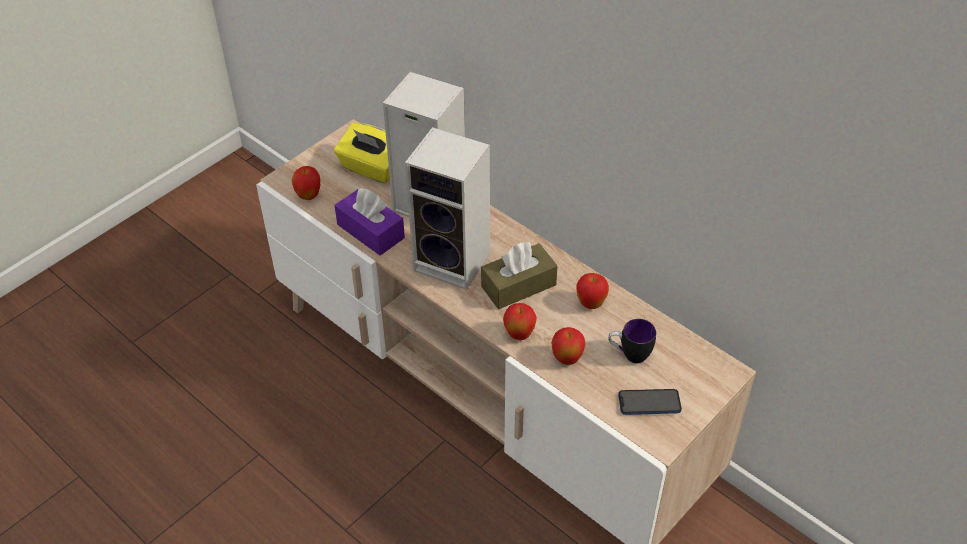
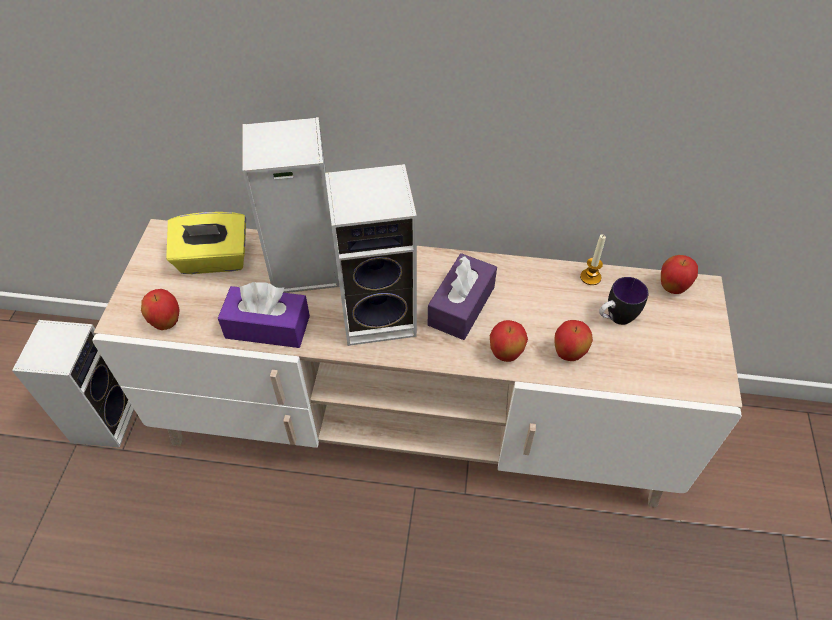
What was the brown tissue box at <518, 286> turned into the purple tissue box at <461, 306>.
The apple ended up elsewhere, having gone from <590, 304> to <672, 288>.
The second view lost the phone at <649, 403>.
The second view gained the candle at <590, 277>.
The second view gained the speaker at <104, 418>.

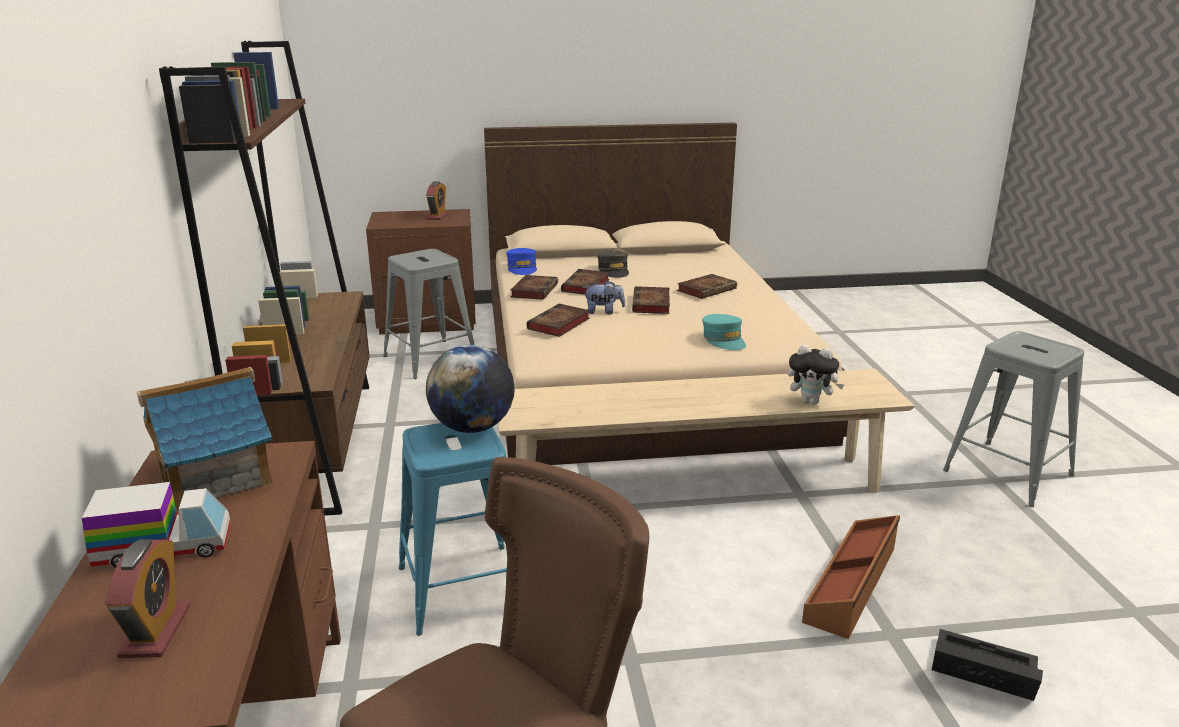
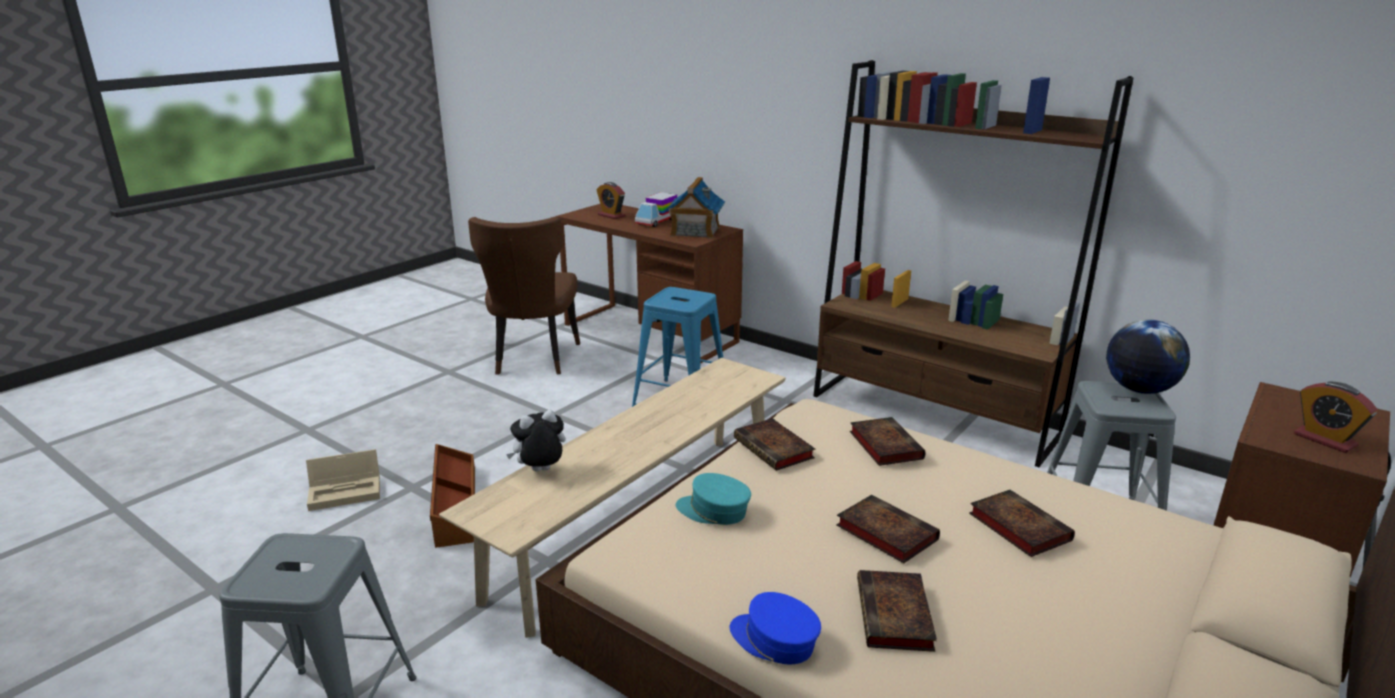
The blue cap ended up elsewhere, having gone from <522, 268> to <774, 641>.
The second view lost the grey cap at <613, 271>.
The book ended up elsewhere, having gone from <534, 290> to <775, 449>.
The second view lost the plush toy at <604, 312>.
The globe ended up elsewhere, having gone from <473, 428> to <1139, 390>.
What was the black storage box at <979, 673> turned into the beige storage box at <347, 490>.

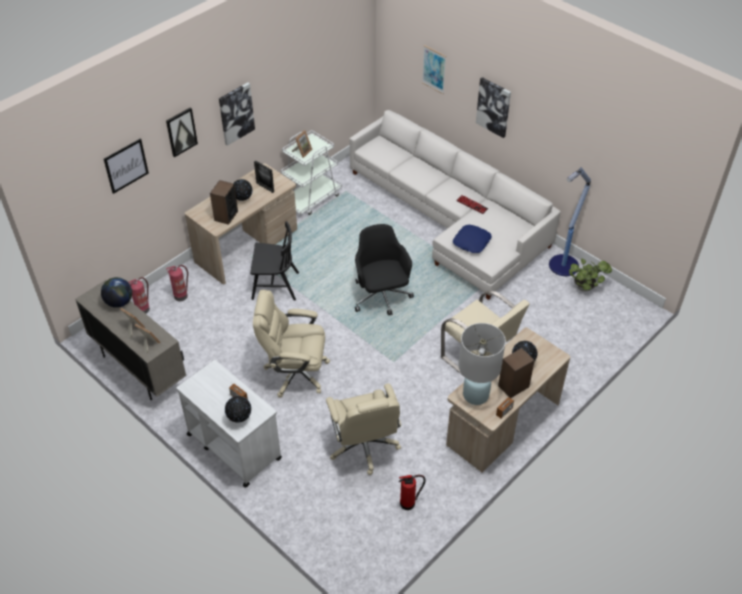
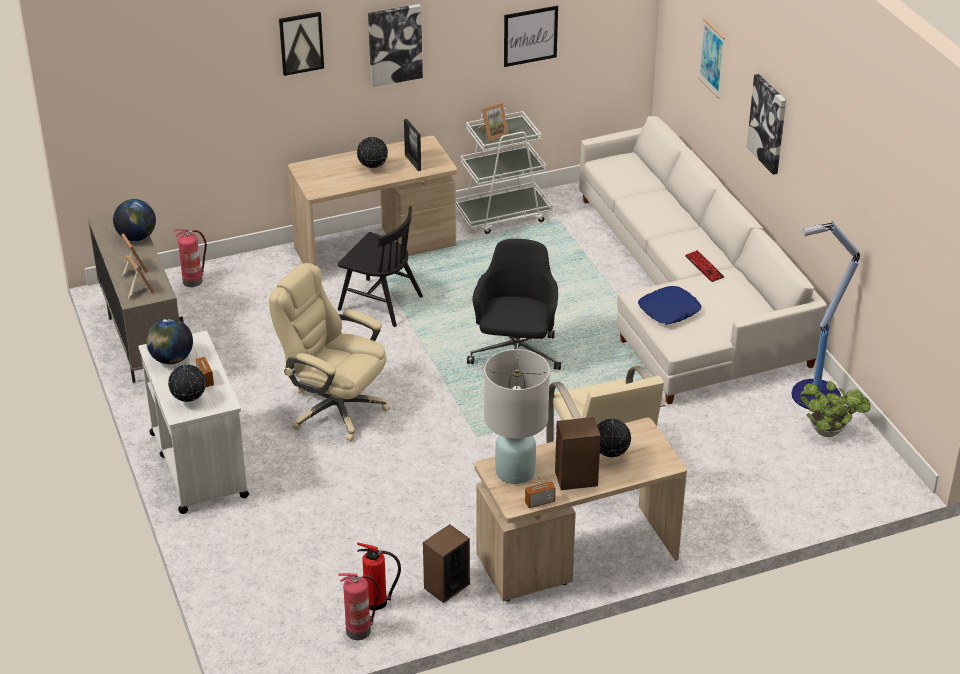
The picture ended up elsewhere, having gone from <126, 166> to <530, 36>.
The speaker ended up elsewhere, having gone from <226, 216> to <446, 586>.
The fire extinguisher ended up elsewhere, having gone from <181, 295> to <359, 630>.
The second view lost the beige office chair at <364, 446>.
The second view gained the globe at <171, 359>.

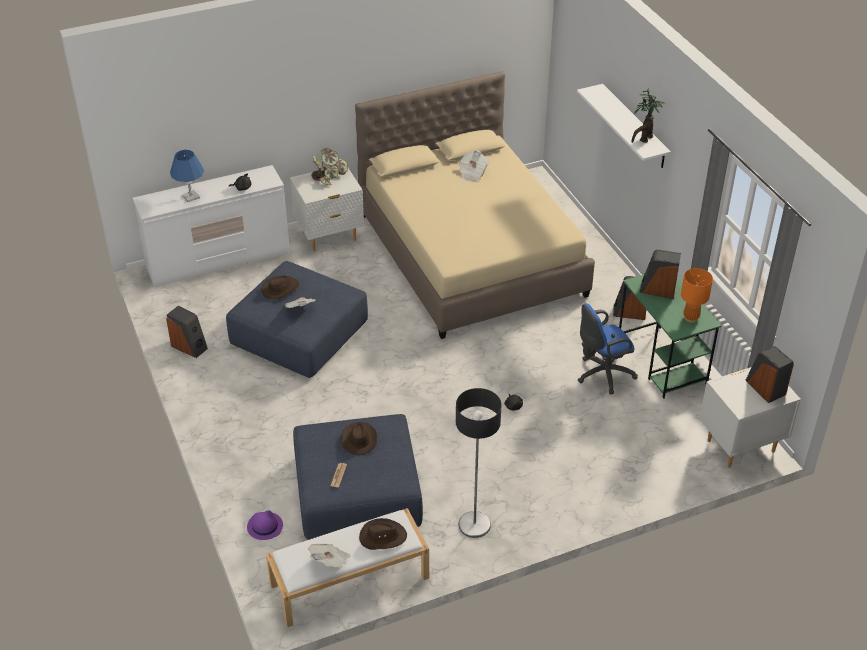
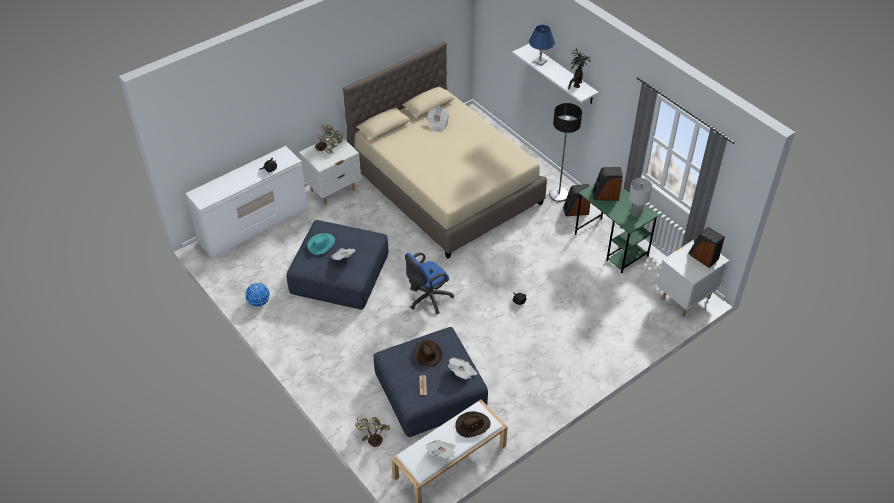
The blue table lamp ended up elsewhere, having gone from <190, 197> to <540, 61>.
What was the orange table lamp at <691, 318> turned into the grey table lamp at <636, 213>.
What was the brown hat at <280, 289> turned into the turquoise hat at <321, 244>.
The blue office chair ended up elsewhere, having gone from <602, 375> to <427, 299>.
Where the speaker stood at <189, 346>, the globe came to stand at <259, 302>.
The floor lamp ended up elsewhere, having gone from <474, 525> to <558, 195>.
Where the purple hat stood at <264, 526>, the potted plant came to stand at <372, 433>.
The second view gained the newspaper at <462, 373>.

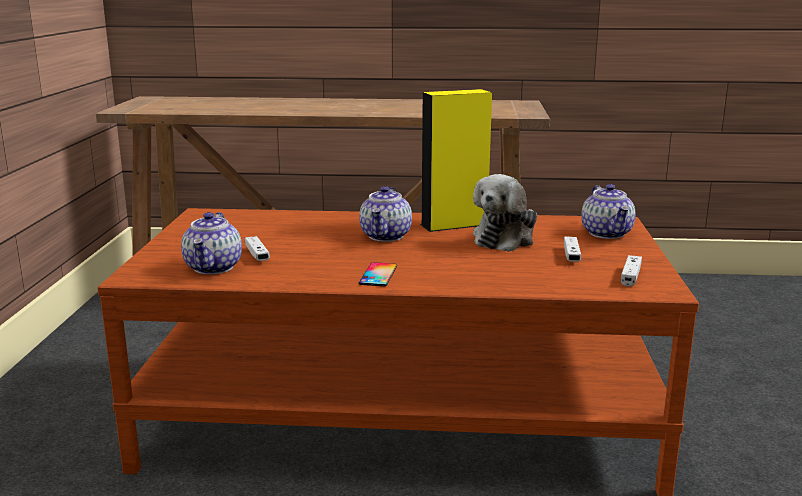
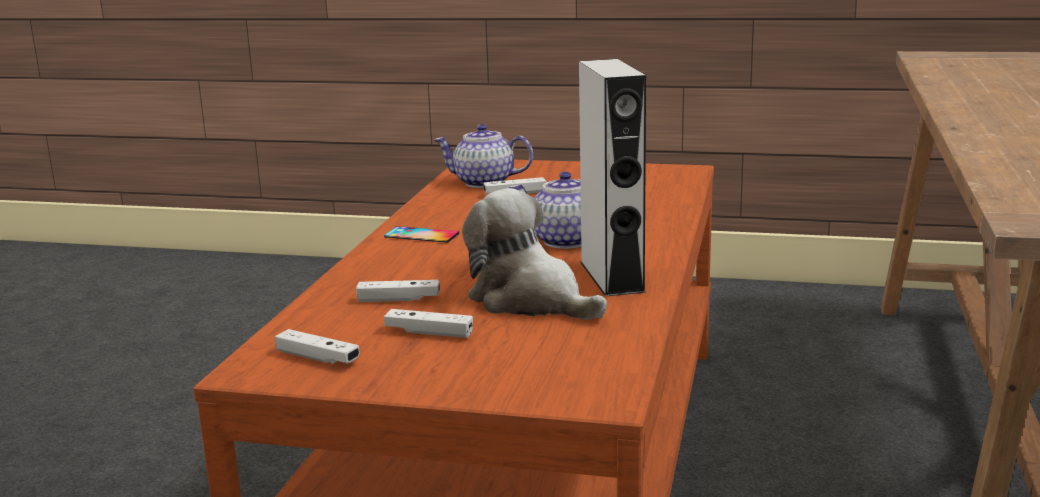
What was the yellow speaker at <454, 224> turned into the grey speaker at <611, 276>.
The second view lost the teapot at <607, 233>.
The second view gained the white game controller at <398, 299>.

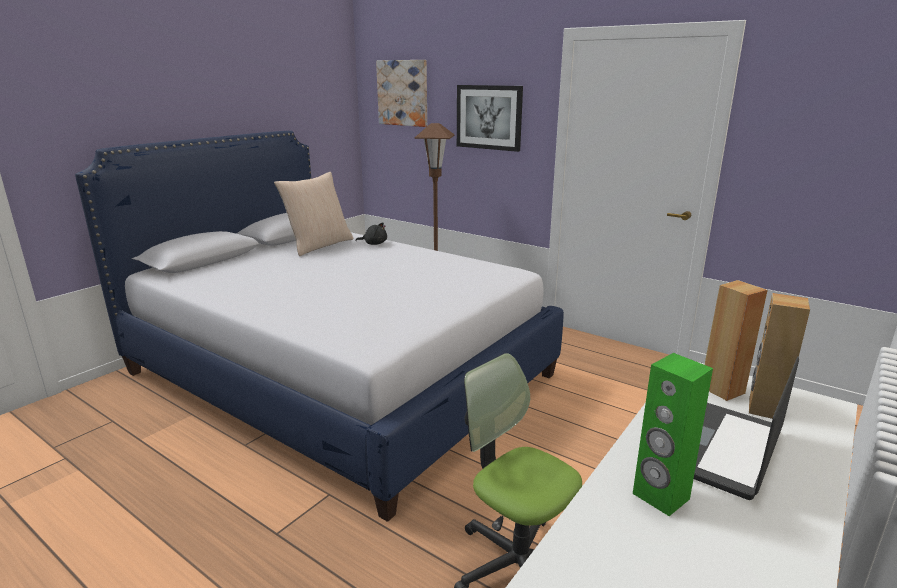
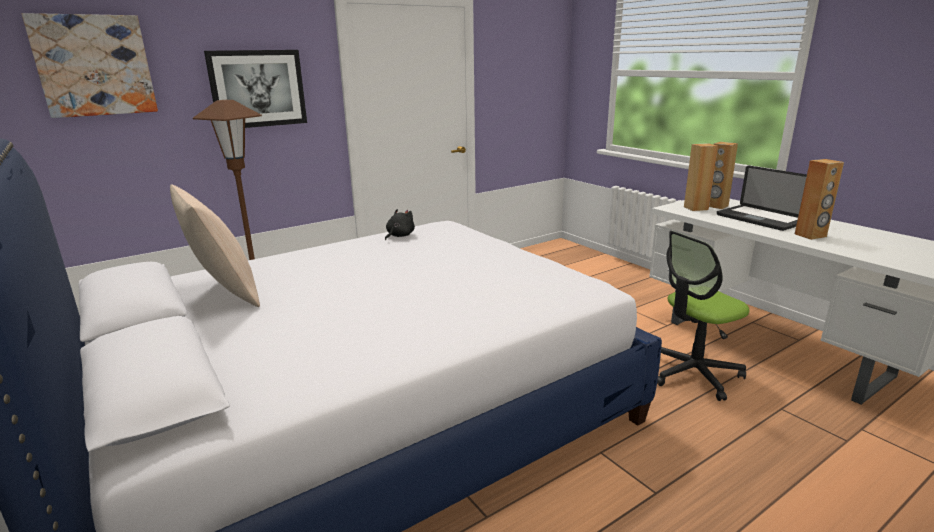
The black plush toy ended up elsewhere, having gone from <374, 244> to <399, 236>.
What was the green speaker at <660, 496> turned into the brown speaker at <810, 235>.

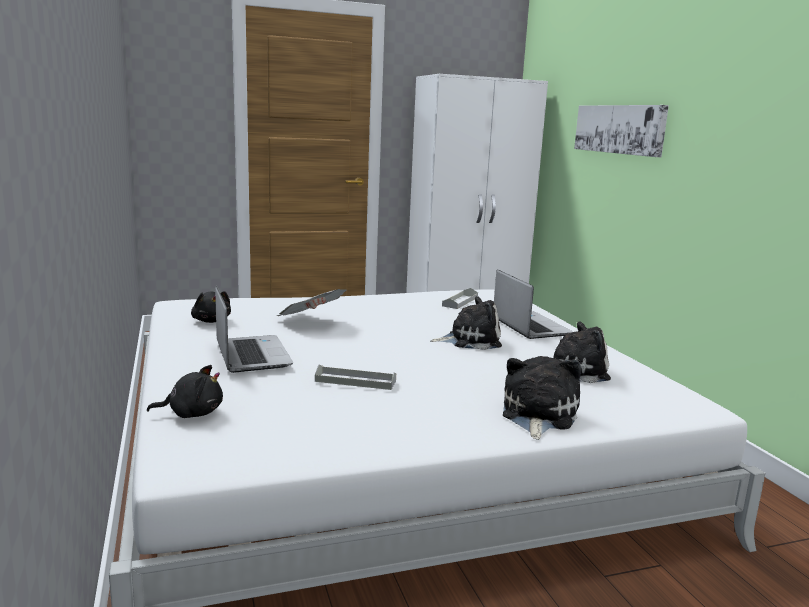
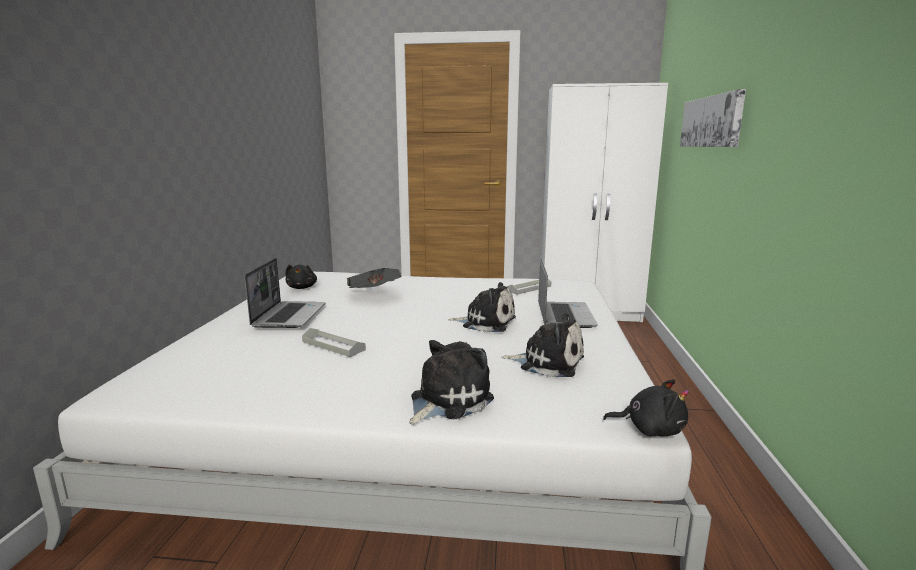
The black plush toy ended up elsewhere, having gone from <192, 413> to <650, 429>.

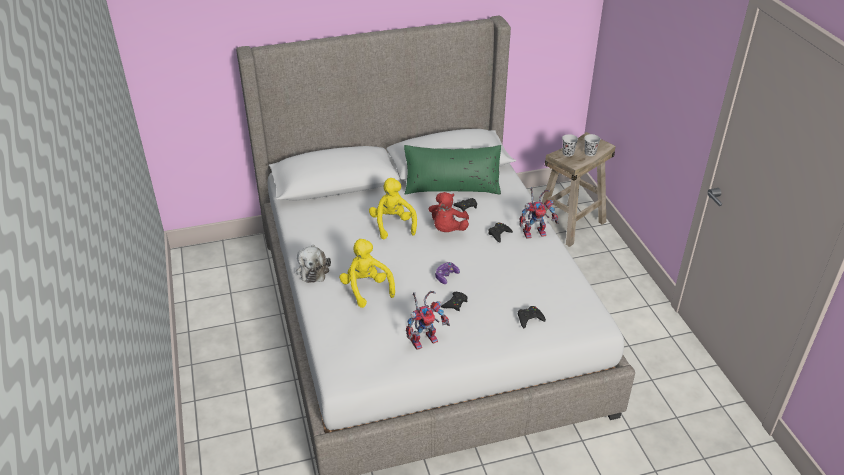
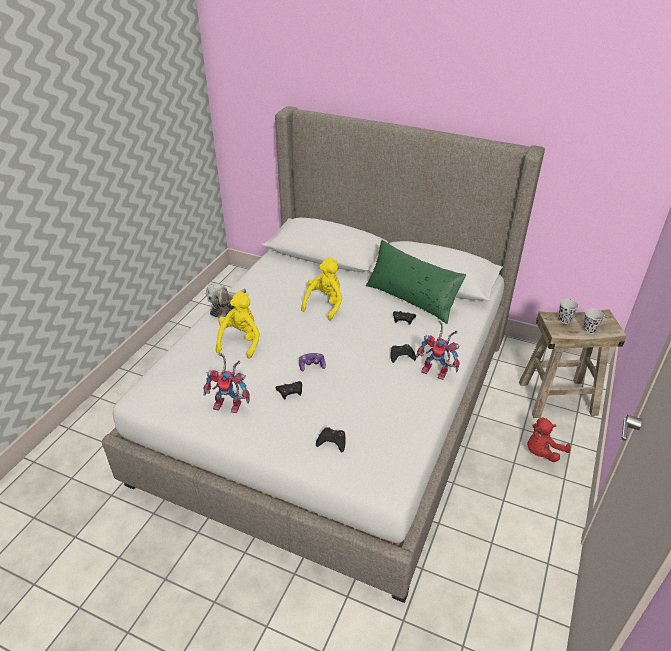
The red plush toy ended up elsewhere, having gone from <447, 229> to <542, 452>.

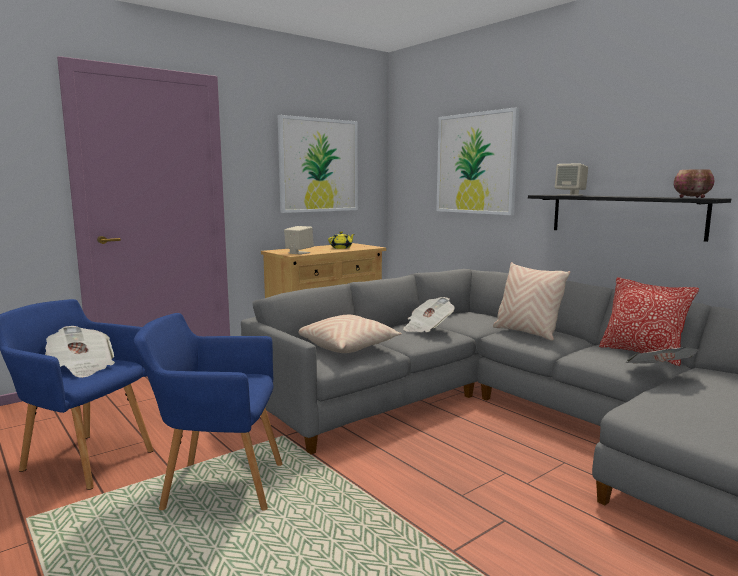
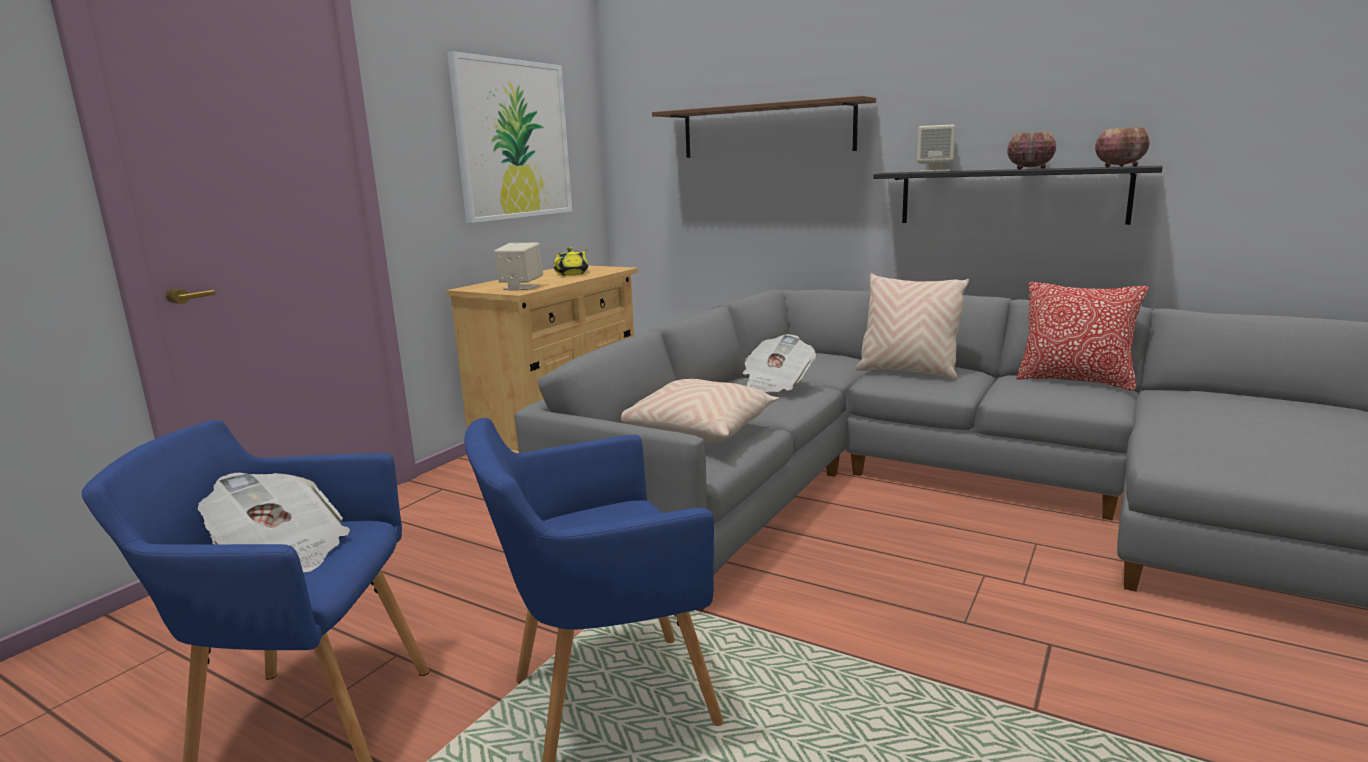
Where the picture hung at <476, 163>, the brown shelf came to hang at <766, 130>.
The second view lost the newspaper at <658, 373>.
The second view gained the bowl at <1028, 169>.

